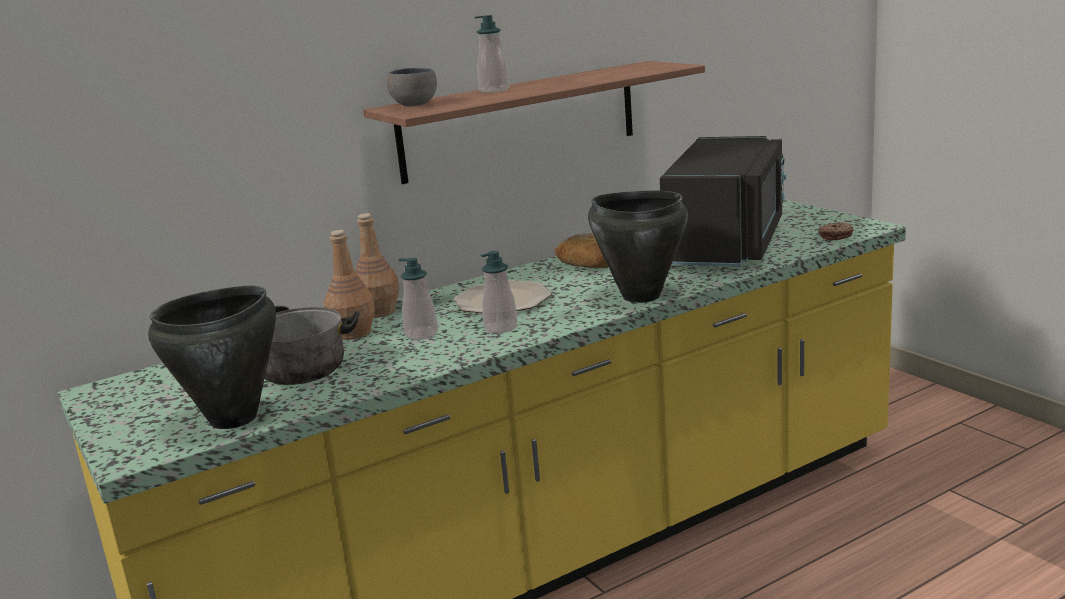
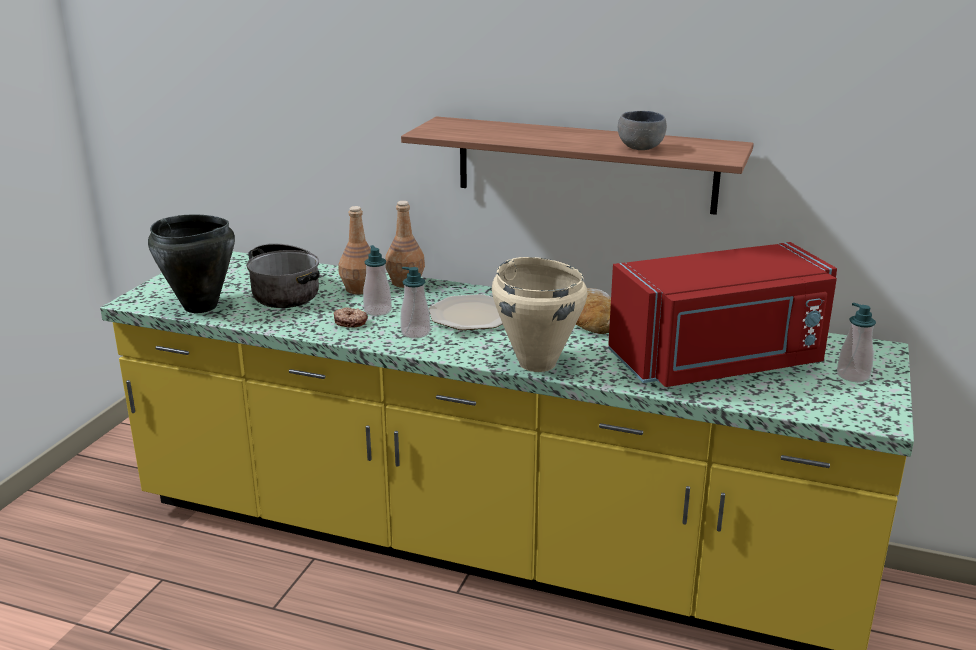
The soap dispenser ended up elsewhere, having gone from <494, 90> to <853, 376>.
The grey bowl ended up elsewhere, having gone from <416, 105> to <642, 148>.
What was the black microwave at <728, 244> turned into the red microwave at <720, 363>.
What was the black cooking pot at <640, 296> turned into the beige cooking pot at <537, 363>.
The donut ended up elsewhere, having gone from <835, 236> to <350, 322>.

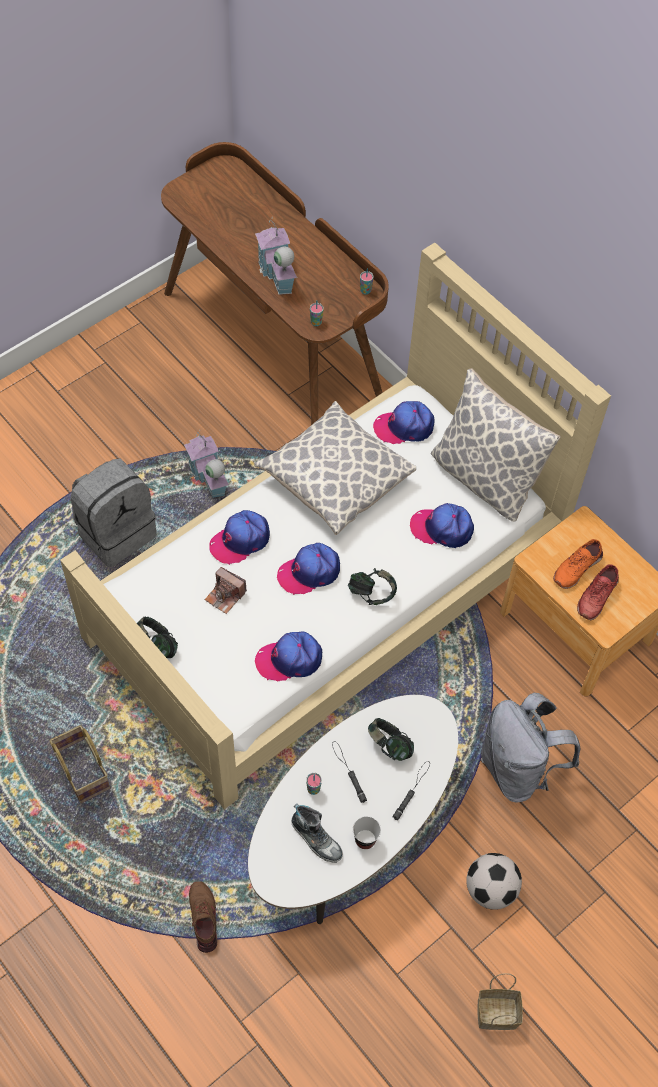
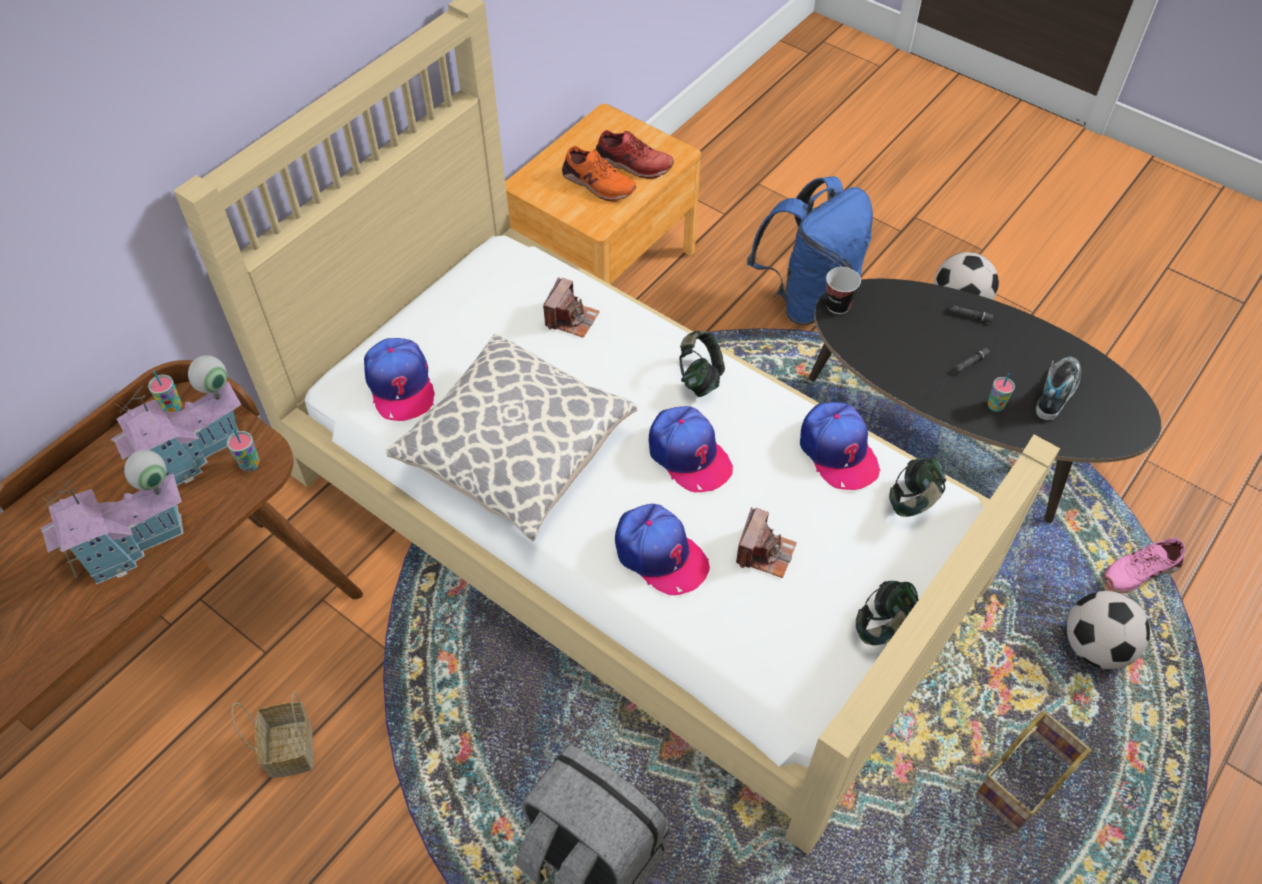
The second view lost the pillow at <484, 477>.
The toy house ended up elsewhere, having gone from <208, 479> to <195, 454>.
Where the cap stood at <442, 528>, the photo camera came to stand at <571, 319>.
What was the grey backpack at <518, 768> turned into the blue backpack at <807, 298>.
What was the white coffee table at <351, 830> turned into the black coffee table at <953, 439>.
The headphones ended up elsewhere, having gone from <389, 746> to <914, 501>.
The cup ended up elsewhere, having gone from <365, 840> to <838, 305>.
What was the brown shoe at <204, 918> turned into the pink shoe at <1140, 570>.
The basket ended up elsewhere, having gone from <498, 1012> to <289, 747>.
The second view gained the football at <1095, 647>.

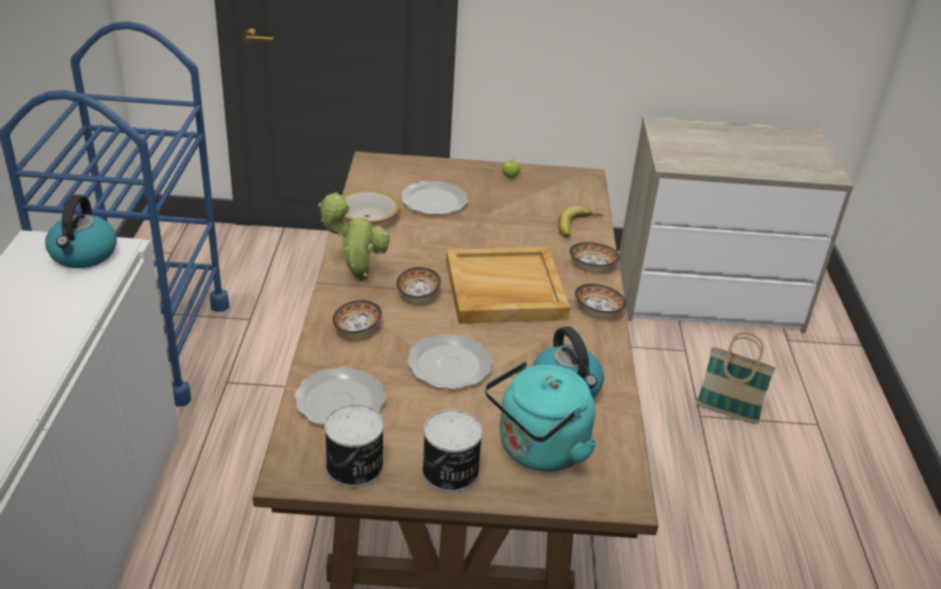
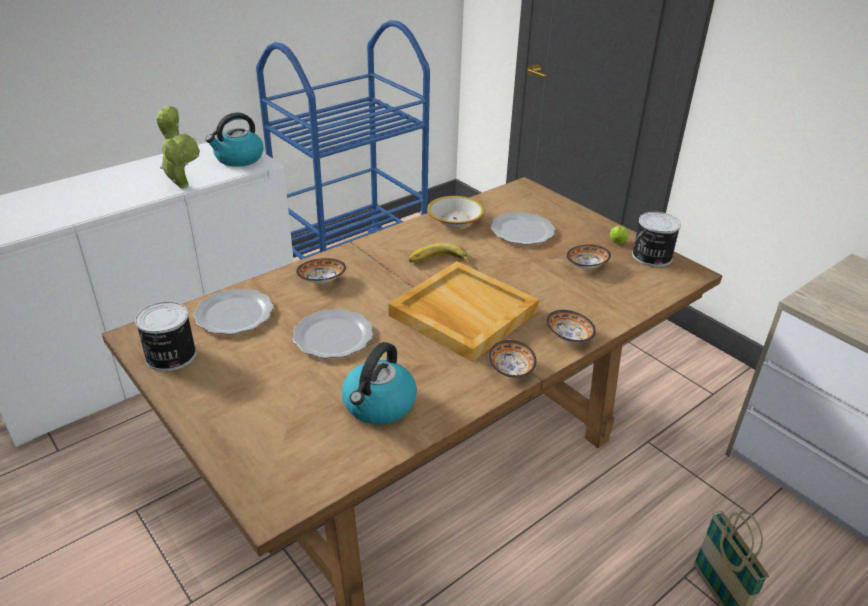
The potted plant ended up elsewhere, having gone from <356, 277> to <182, 184>.
The banana ended up elsewhere, having gone from <578, 227> to <439, 262>.
The bowl ended up elsewhere, having gone from <419, 293> to <588, 266>.
The second view lost the turquoise kettle at <538, 450>.
The can ended up elsewhere, having gone from <450, 472> to <651, 256>.

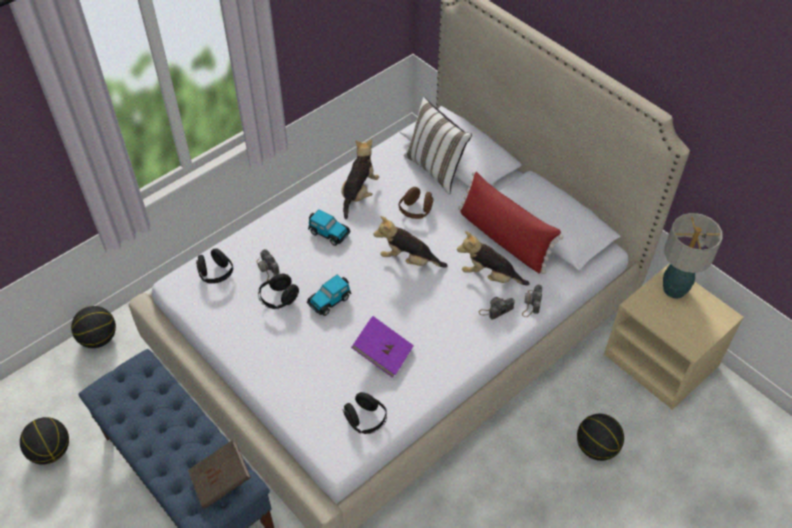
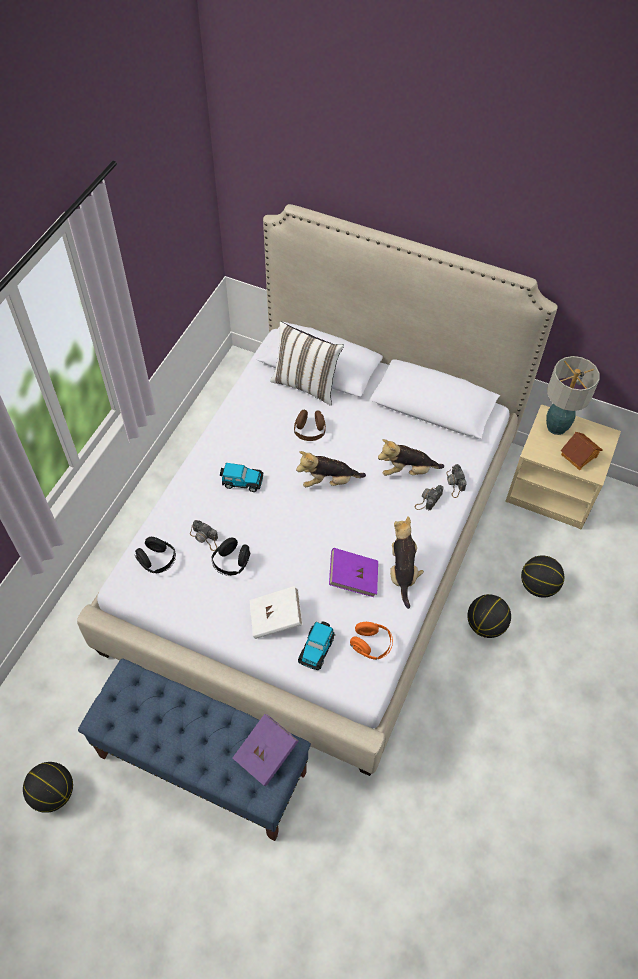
The plush toy ended up elsewhere, having gone from <359, 193> to <403, 572>.
The second view lost the red pillow at <504, 239>.
The toy car ended up elsewhere, having gone from <330, 300> to <316, 649>.
The basketball ended up elsewhere, having gone from <99, 339> to <486, 625>.
What was the black headphones at <366, 420> turned into the orange headphones at <371, 645>.
What was the brown book at <221, 481> turned into the purple book at <266, 754>.
The second view gained the toy house at <579, 456>.
The second view gained the white book at <276, 619>.

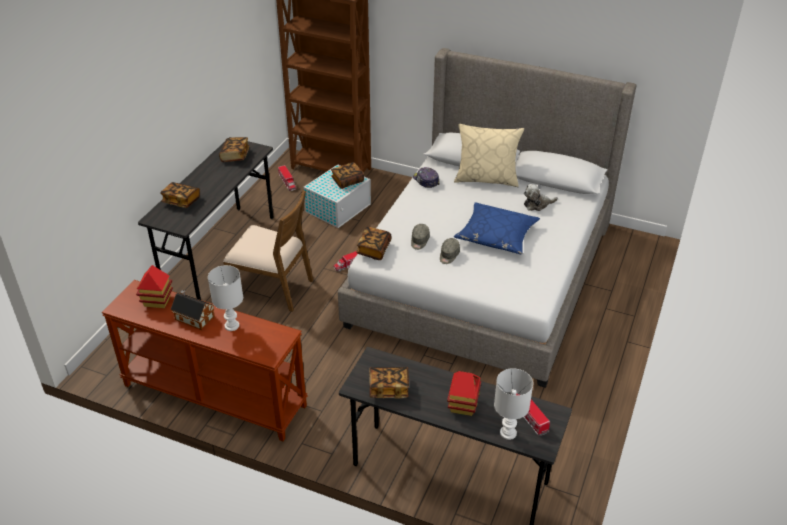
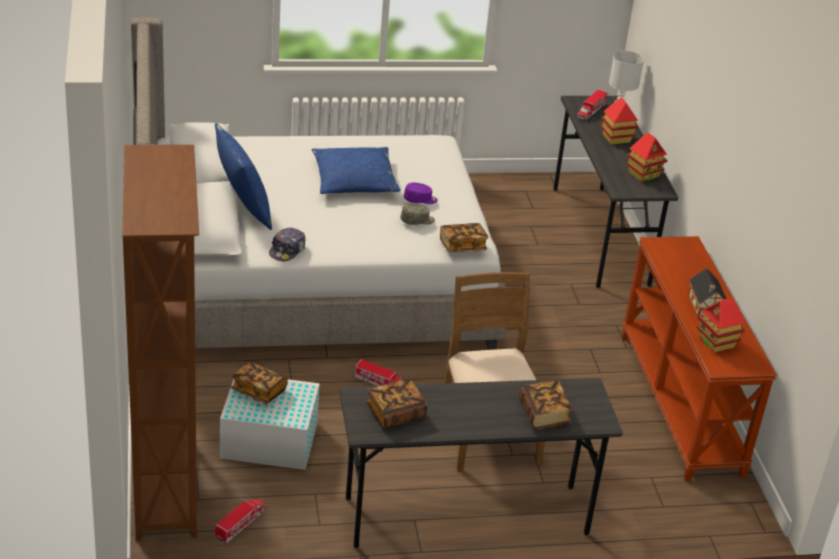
What was the beige pillow at <486, 179> turned into the blue pillow at <242, 209>.
The second view lost the plush toy at <537, 204>.
What was the grey cap at <449, 255> turned into the purple cap at <420, 200>.
The second view lost the white table lamp at <232, 325>.
Where the book stood at <389, 389>, the toy house came to stand at <643, 174>.

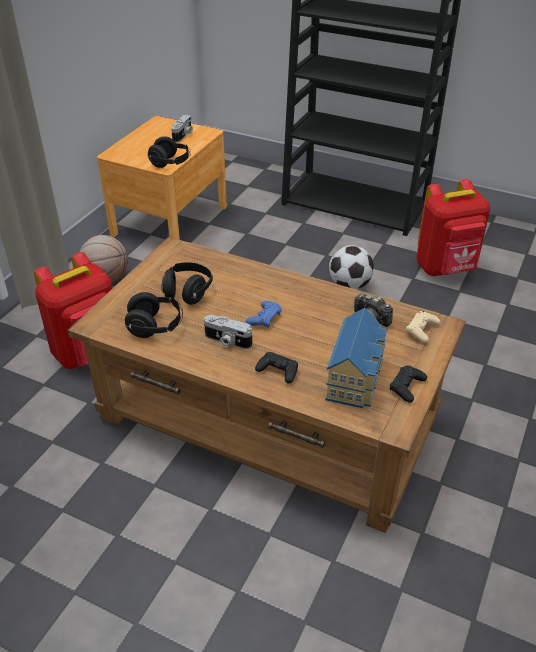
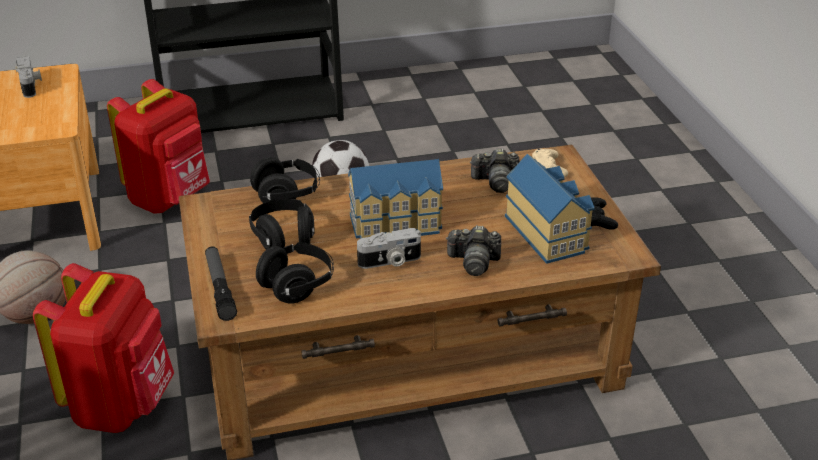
The black headphones ended up elsewhere, having gone from <171, 163> to <287, 196>.
The red backpack ended up elsewhere, having gone from <446, 268> to <170, 198>.
Where the blue game controller stood at <264, 318>, the toy house came to stand at <397, 224>.
Where the black game controller stood at <278, 371>, the photo camera came to stand at <474, 262>.
The second view gained the flashlight at <220, 288>.

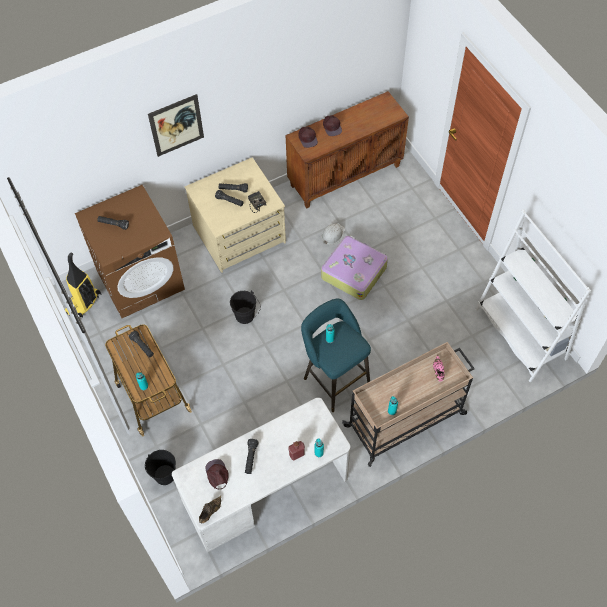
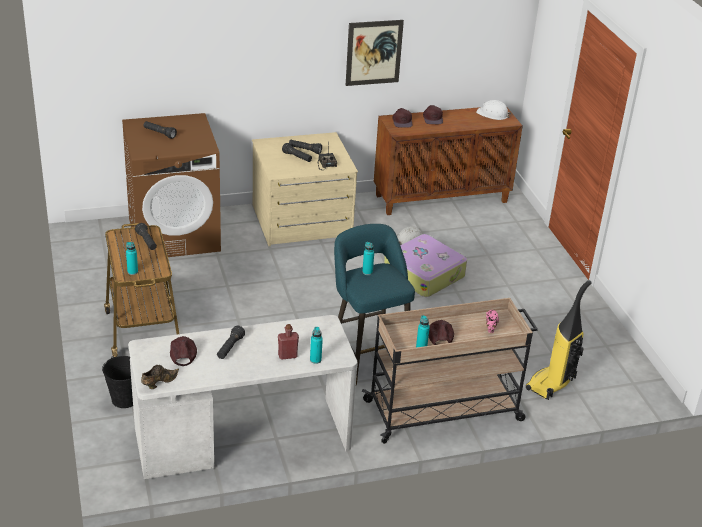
The picture ended up elsewhere, having gone from <176, 125> to <374, 52>.
The second view lost the white bookcase at <520, 334>.
The vacuum cleaner ended up elsewhere, having gone from <83, 304> to <551, 384>.
The second view lost the black bucket at <246, 317>.
The second view gained the white hard hat at <493, 114>.
The second view gained the brown cap at <440, 336>.

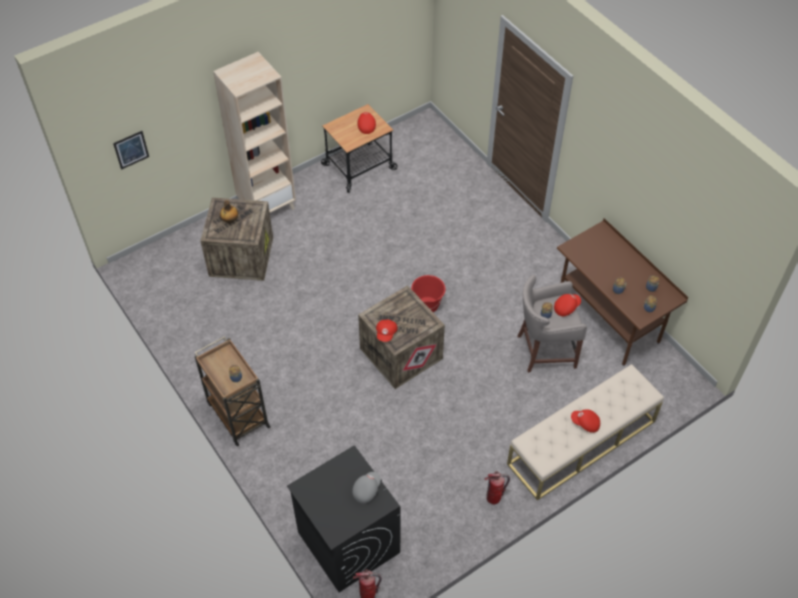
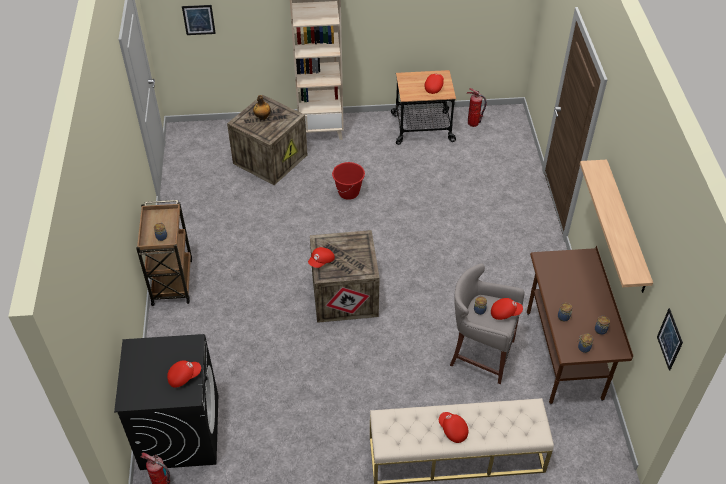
The red bucket ended up elsewhere, having gone from <427, 305> to <349, 192>.
The fire extinguisher ended up elsewhere, having gone from <494, 498> to <473, 123>.
What was the grey cap at <366, 489> turned into the red cap at <184, 376>.
The second view gained the shelf at <625, 227>.
The second view gained the picture at <670, 339>.

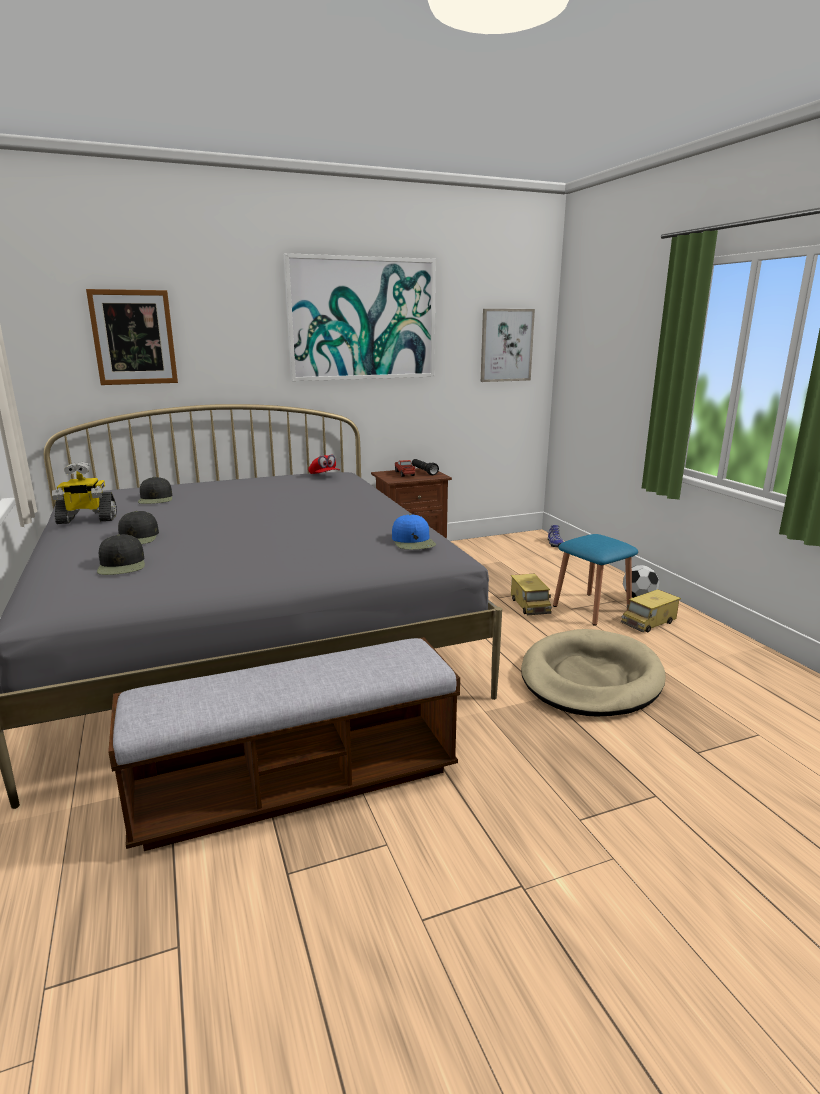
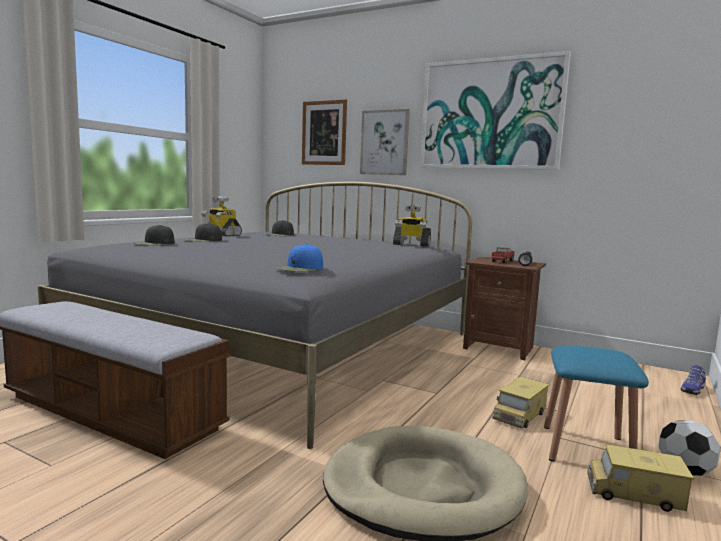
The picture ended up elsewhere, having gone from <506, 345> to <384, 142>.
Where the red cap stood at <324, 476>, the toy robot came to stand at <411, 245>.

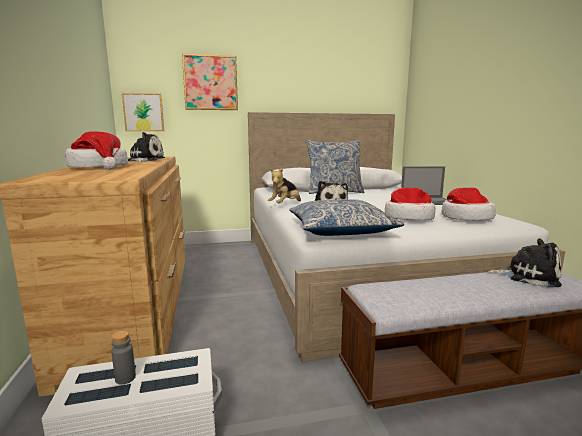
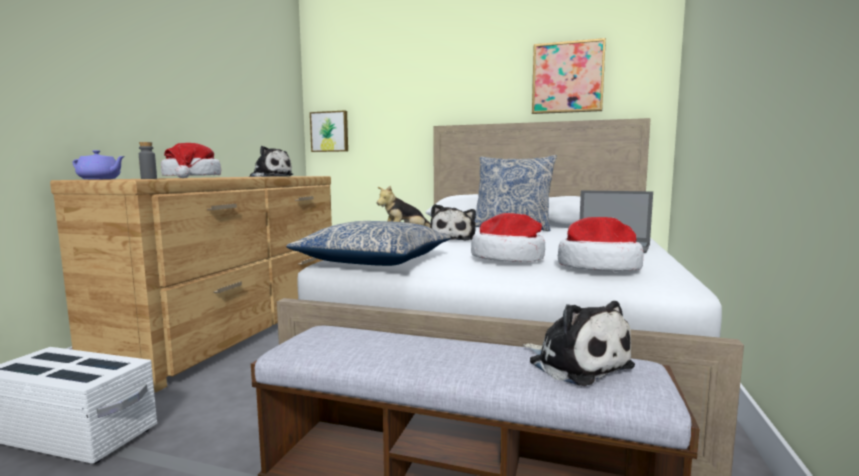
The picture ended up elsewhere, having gone from <210, 83> to <567, 77>.
The grey bottle ended up elsewhere, having gone from <125, 378> to <149, 178>.
The second view gained the purple teapot at <100, 179>.

